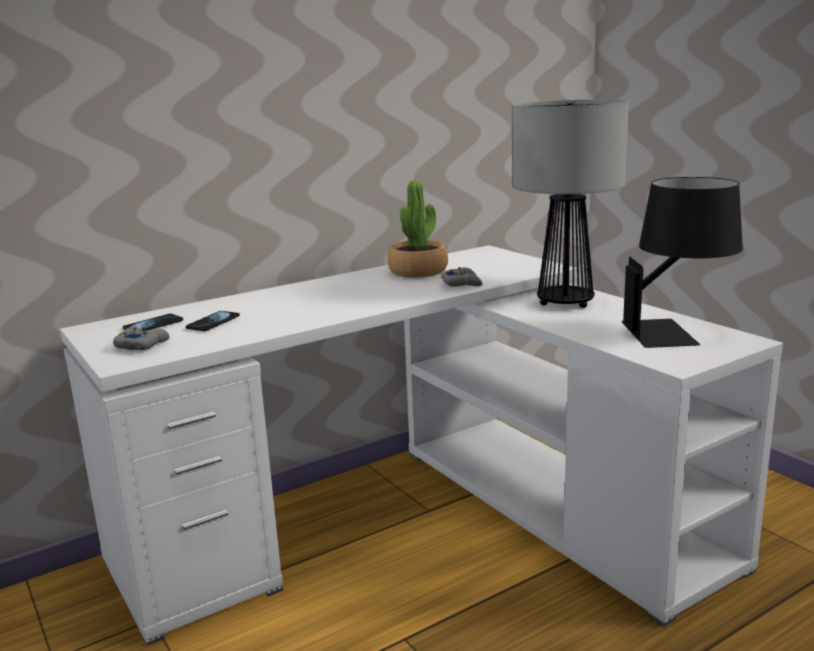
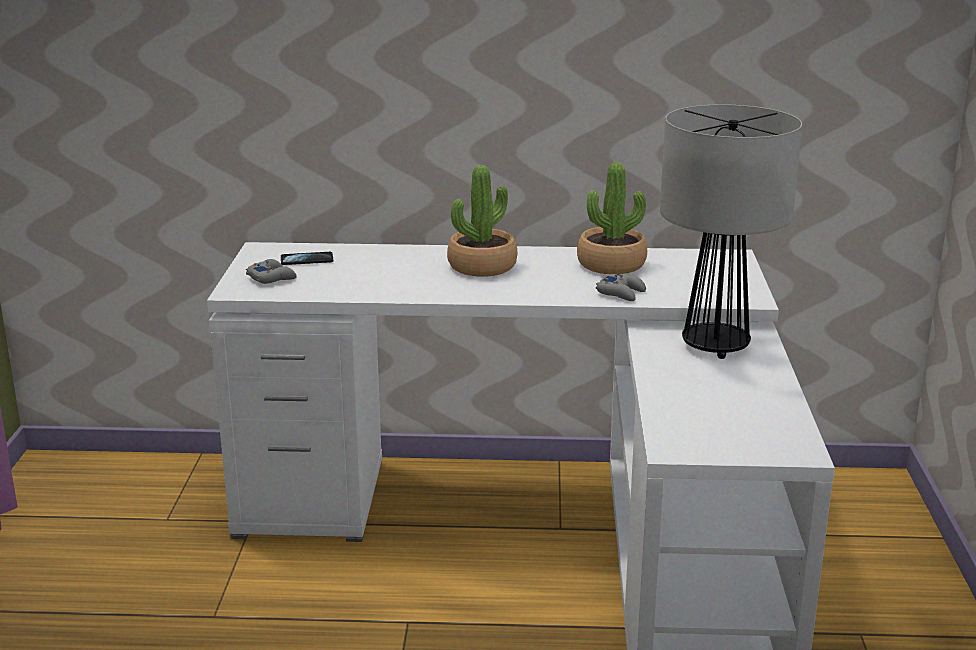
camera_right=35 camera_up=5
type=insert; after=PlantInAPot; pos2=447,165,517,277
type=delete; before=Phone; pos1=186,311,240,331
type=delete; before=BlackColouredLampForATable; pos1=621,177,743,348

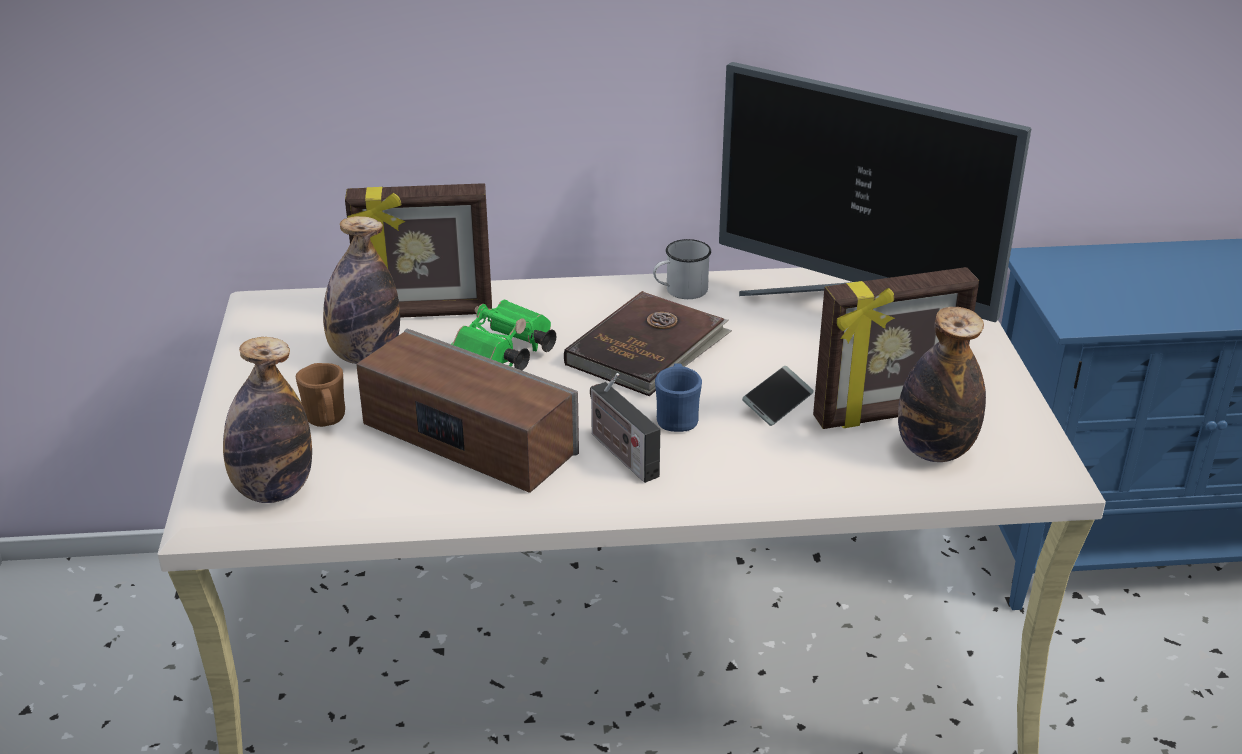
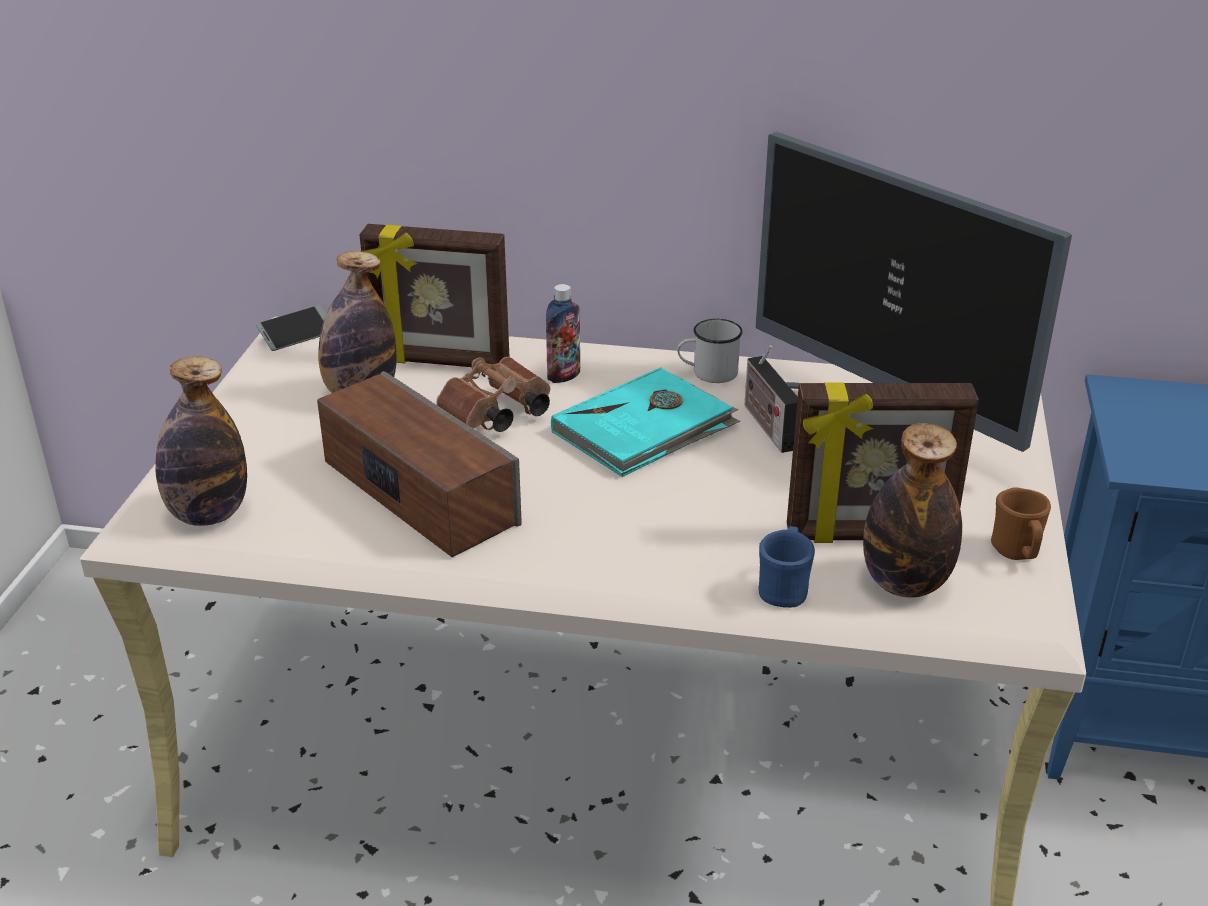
camera_right=15 camera_up=0
type=move; before=Phone; pos1=742,366,814,426; pos2=256,305,326,351
type=recolor; before=GreenColouredFieldGlasses; after=BrownFieldGlasses; pos1=451,300,557,370; pos2=436,357,550,432
type=insert; after=DrinkBottle; pos2=546,284,580,383
type=recolor; before=BrownBoundBook; after=BlueGreenBoundBook; pos1=564,291,732,396; pos2=551,367,740,477
type=move; before=Radio; pos1=590,373,660,483; pos2=744,345,798,453
type=move; before=BlueColouredTeaMug; pos1=655,363,702,432; pos2=758,526,815,608
type=move; before=BrownTeaMug; pos1=296,363,345,427; pos2=991,487,1051,560

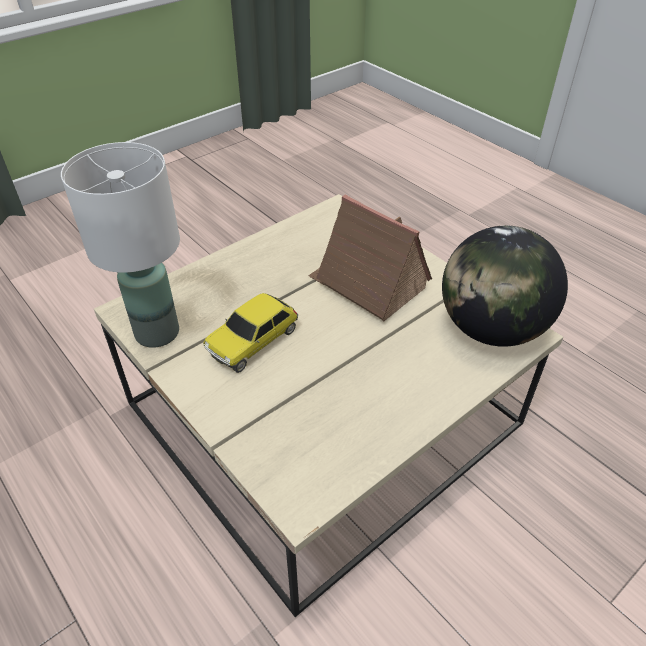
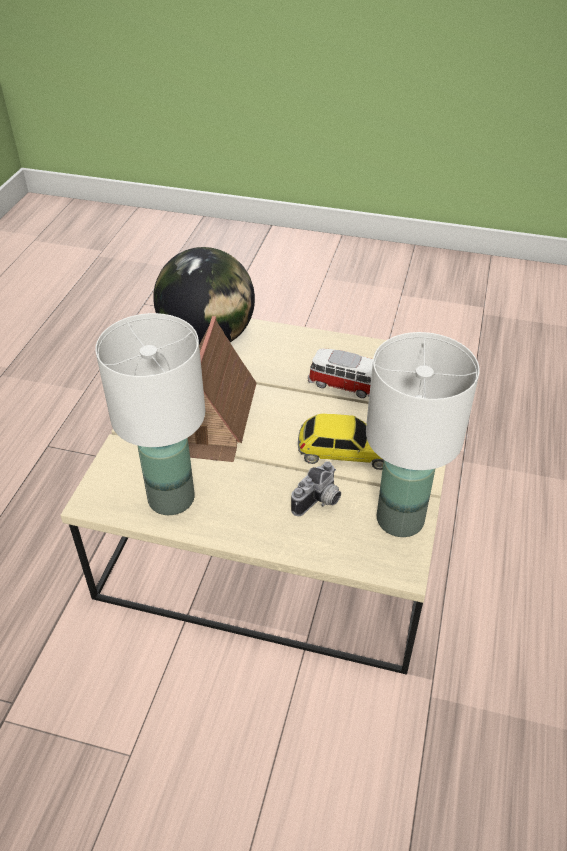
camera_right=-125 camera_up=0
type=insert; after=WhiteColouredLampForATable; pos2=95,313,205,515
type=insert; after=StillCamera; pos2=291,461,341,516
type=insert; after=ToyCar; pos2=308,348,373,398

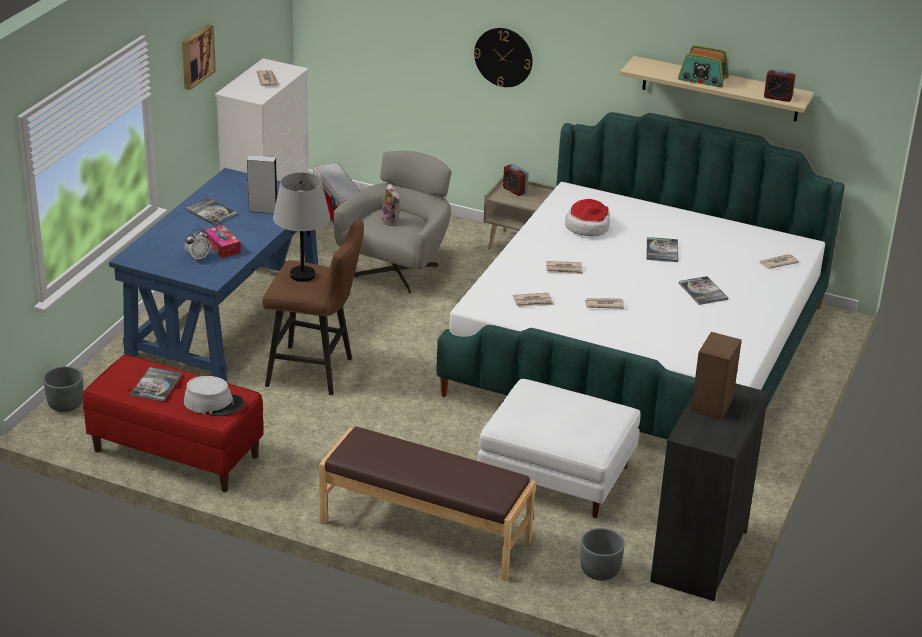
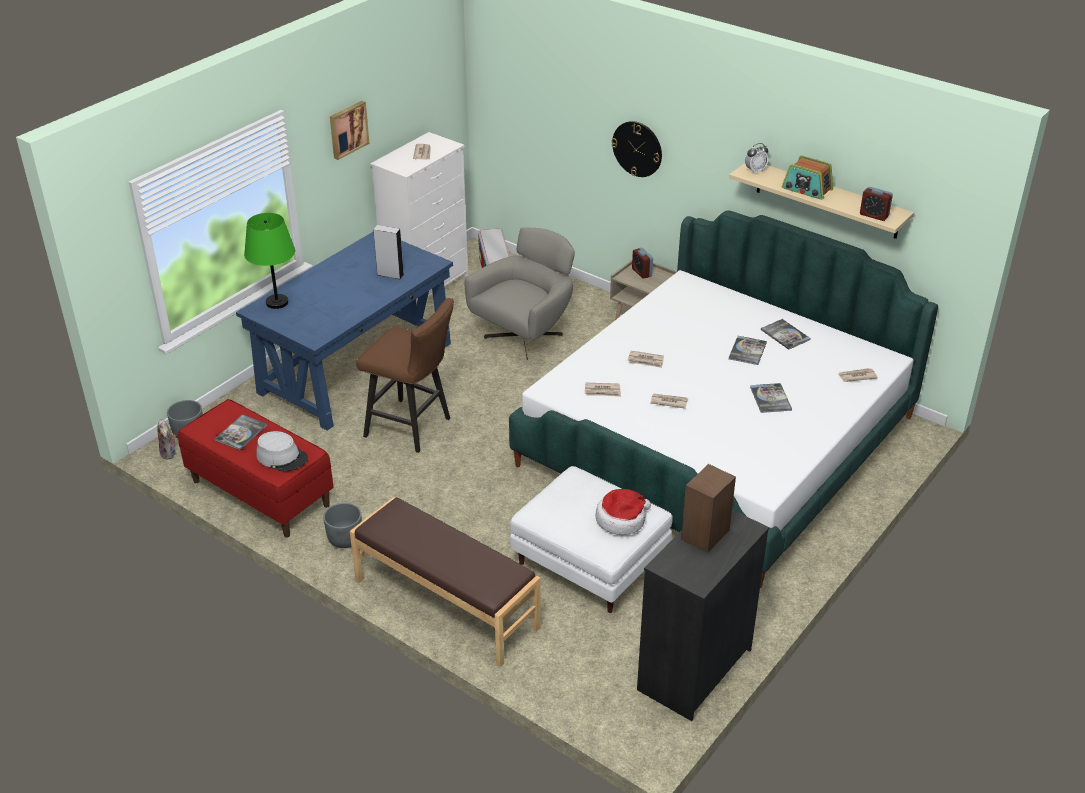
camera_right=15 camera_up=5
type=move; before=SoftToy; pos1=381,184,400,226; pos2=157,419,176,460
type=insert; after=GreenColouredLampForATable; pos2=244,213,295,309
type=move; before=GrayFlowerPot; pos1=580,528,625,581; pos2=323,503,362,548
type=move; before=WearableHat; pos1=565,199,610,237; pos2=595,489,651,535
type=move; before=BedsideClock; pos1=184,228,210,262; pos2=745,143,768,174
type=move; before=BoundBook; pos1=185,197,238,225; pos2=761,319,811,350
type=delete; before=TissueBox; pos1=204,225,241,258
type=delete; before=GrayLampForATable; pos1=273,172,330,282

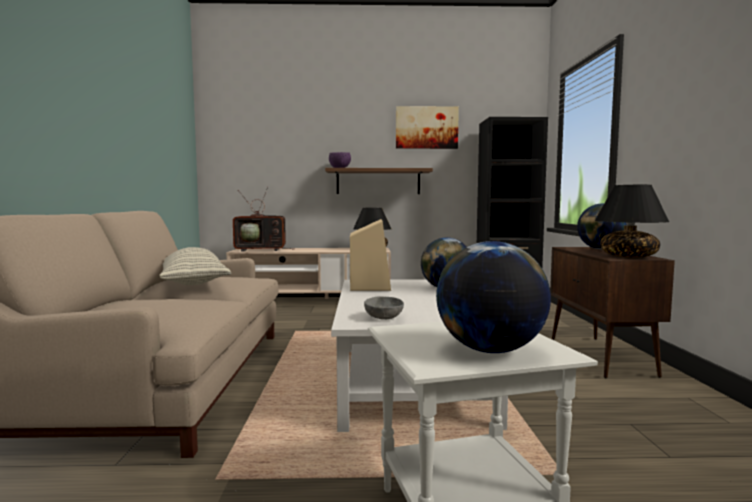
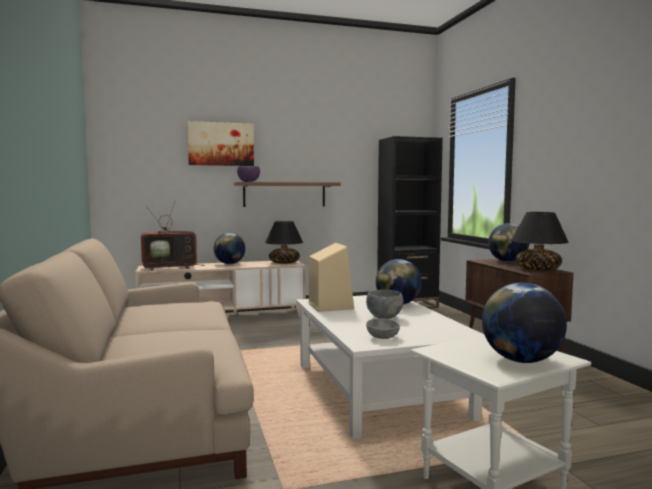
camera_right=-15 camera_up=0
type=move; before=Picture; pos1=396,106,459,149; pos2=187,121,254,166
type=insert; after=DeskGlobe; pos2=214,233,246,264
type=insert; after=GrayDeepDish; pos2=366,290,403,319
type=delete; before=ThrowPillow; pos1=159,247,232,285

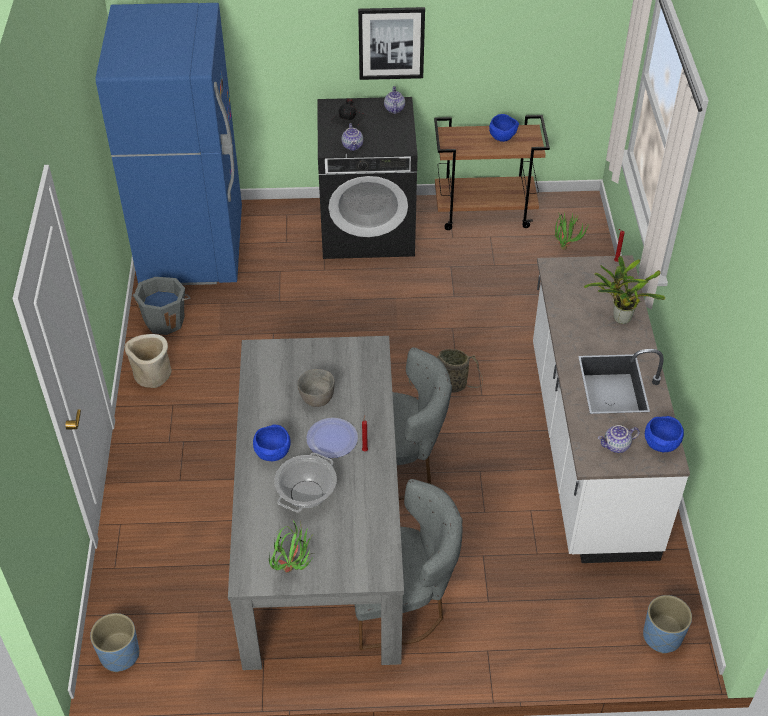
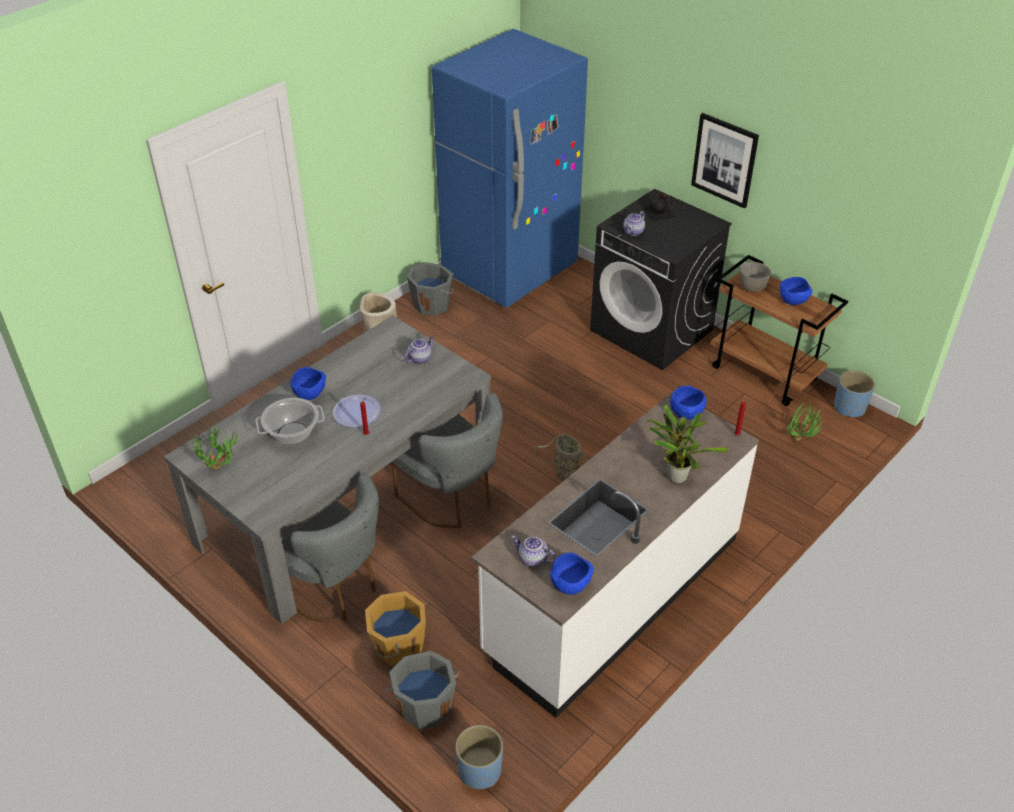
camera_right=45 camera_up=-5
type=insert; after=OrangeColouredPail; pos2=365,591,426,666
type=insert; after=GrayPail; pos2=385,651,460,730
type=move; before=TeaPot; pos1=384,86,405,114; pos2=404,336,434,364
type=insert; after=BlueColouredDeepDish; pos2=670,386,706,420
type=move; before=GrayDeepDish; pos1=297,369,335,407; pos2=739,262,771,292
type=move; before=BlueColouredFlowerPot; pos1=90,613,139,672; pos2=834,371,875,417

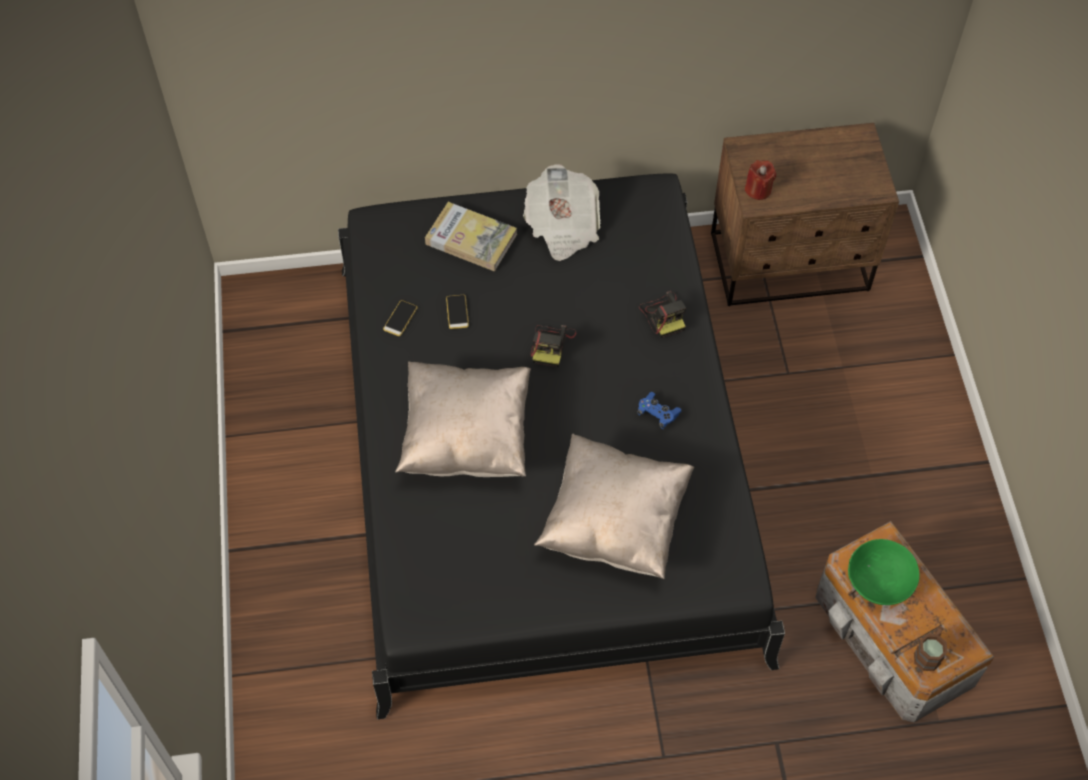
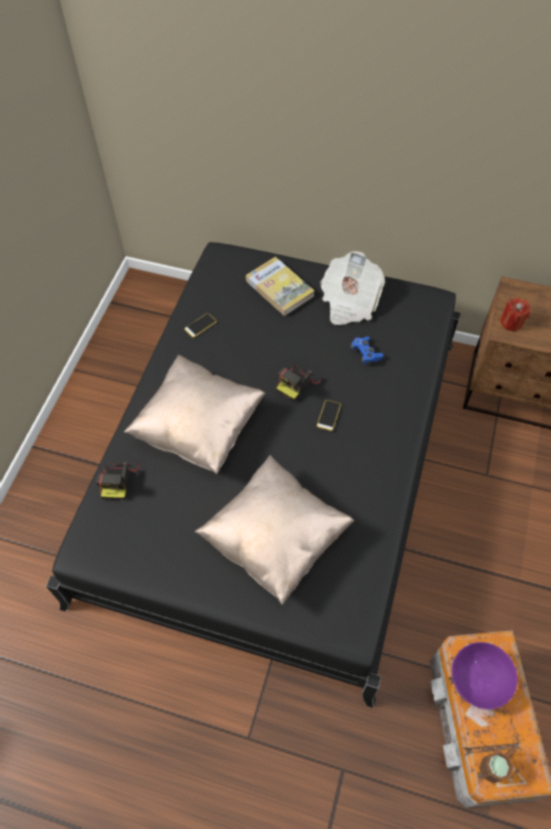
camera_right=25 camera_up=0
type=move; before=StillCamera; pos1=639,291,686,338; pos2=96,462,139,500
type=move; before=Phone; pos1=446,295,469,329; pos2=317,400,341,431
type=move; before=BlueColouredGamepad; pos1=637,392,682,429; pos2=350,337,384,364
type=recolor; before=GreenColouredDeepDish; after=PurpleDeepDish; pos1=848,539,920,605; pos2=451,642,518,709

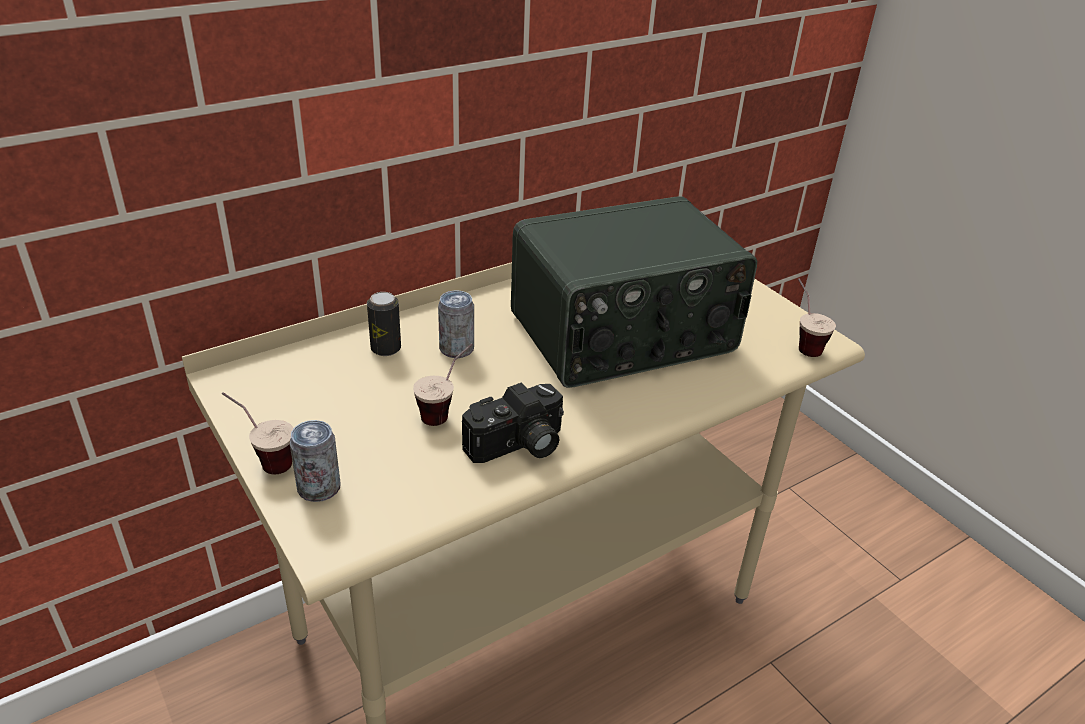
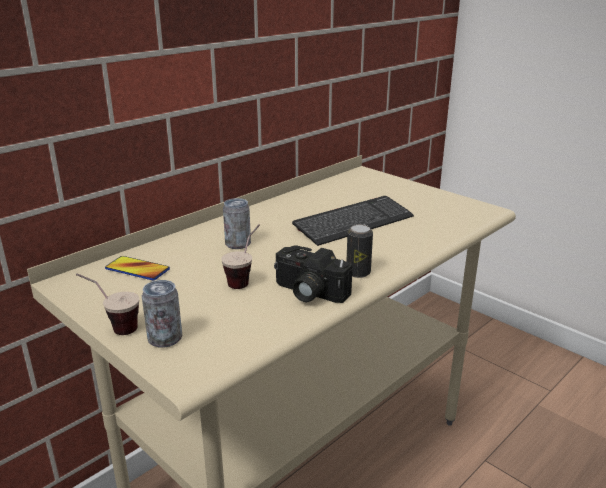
camera_right=-10 camera_up=-10
type=insert; after=Phone; pos2=105,256,170,281
type=rotate; before=StillCamera; pos1=462,382,564,463; pos2=274,245,353,303; turn=75
type=replace; before=Radio; after=Keyboard; pos1=511,196,757,388; pos2=292,196,414,246
type=move; before=Can; pos1=367,292,401,356; pos2=346,224,373,278
type=delete; before=Cup; pos1=798,278,836,357

